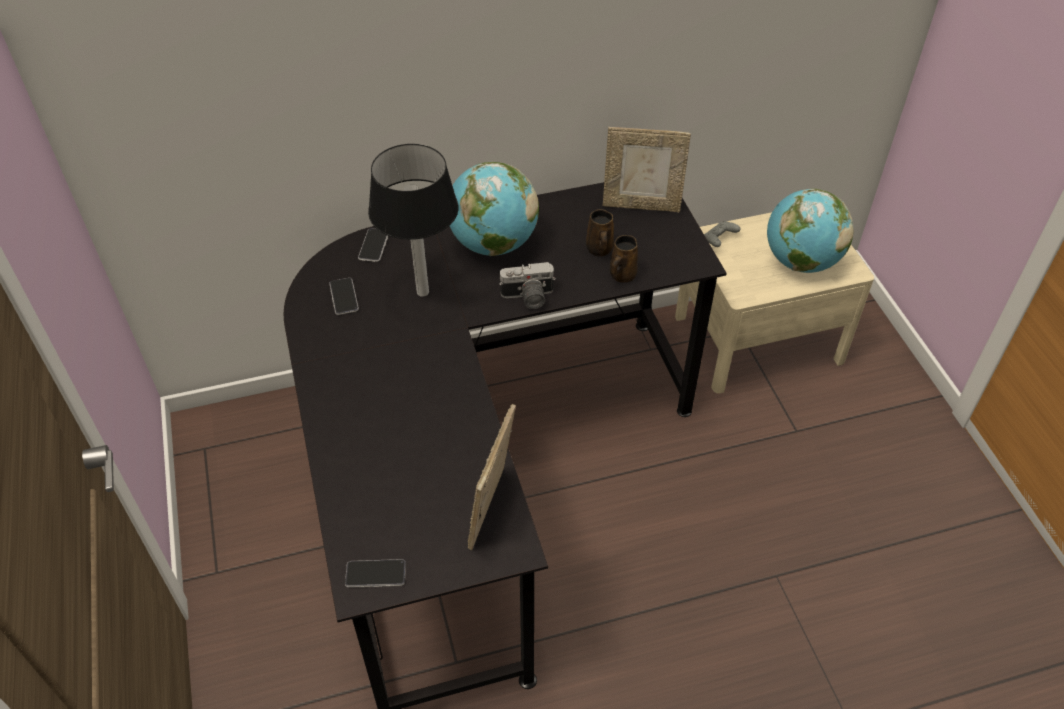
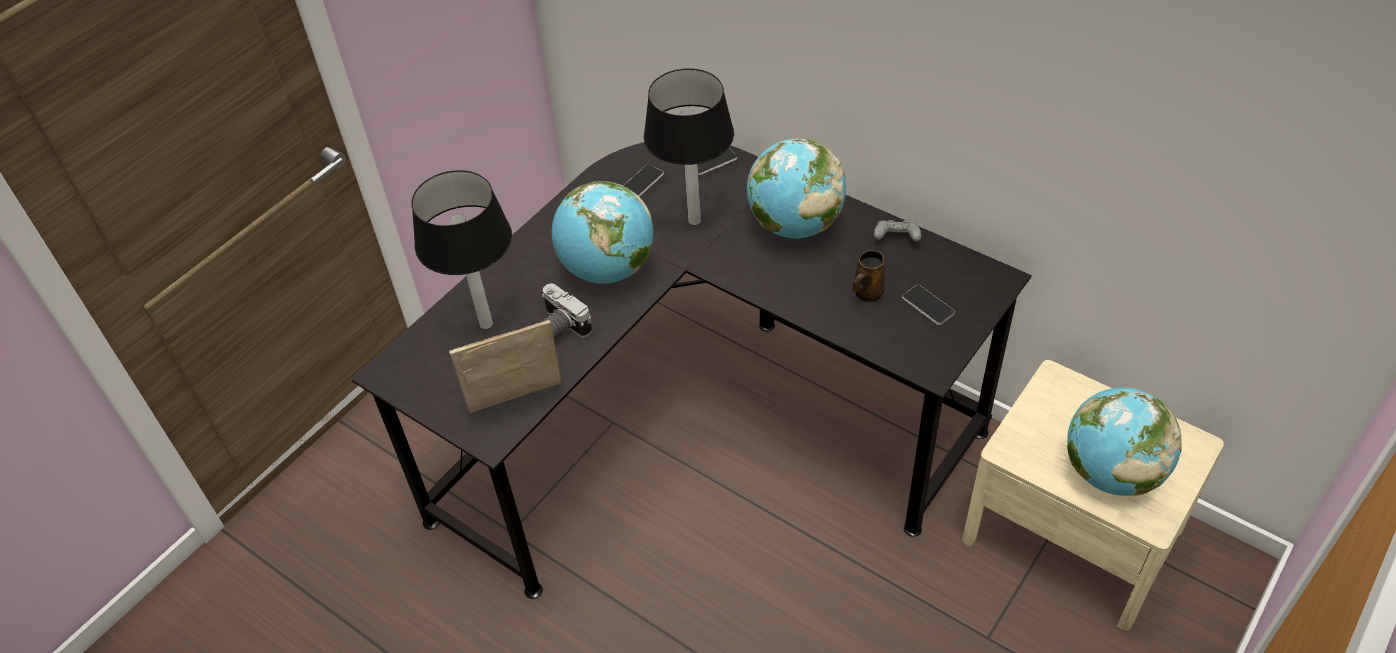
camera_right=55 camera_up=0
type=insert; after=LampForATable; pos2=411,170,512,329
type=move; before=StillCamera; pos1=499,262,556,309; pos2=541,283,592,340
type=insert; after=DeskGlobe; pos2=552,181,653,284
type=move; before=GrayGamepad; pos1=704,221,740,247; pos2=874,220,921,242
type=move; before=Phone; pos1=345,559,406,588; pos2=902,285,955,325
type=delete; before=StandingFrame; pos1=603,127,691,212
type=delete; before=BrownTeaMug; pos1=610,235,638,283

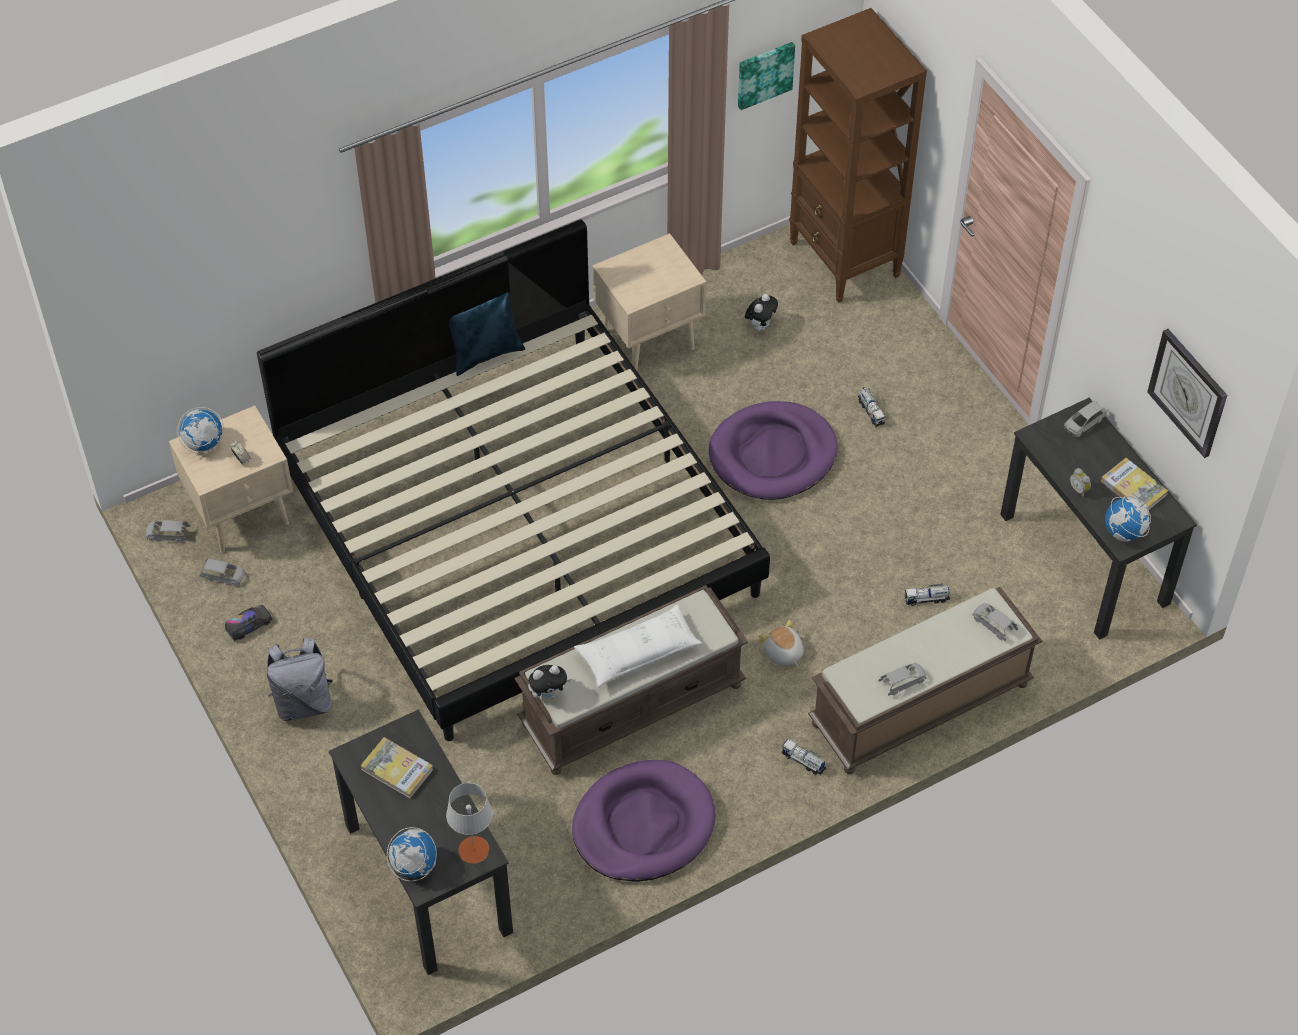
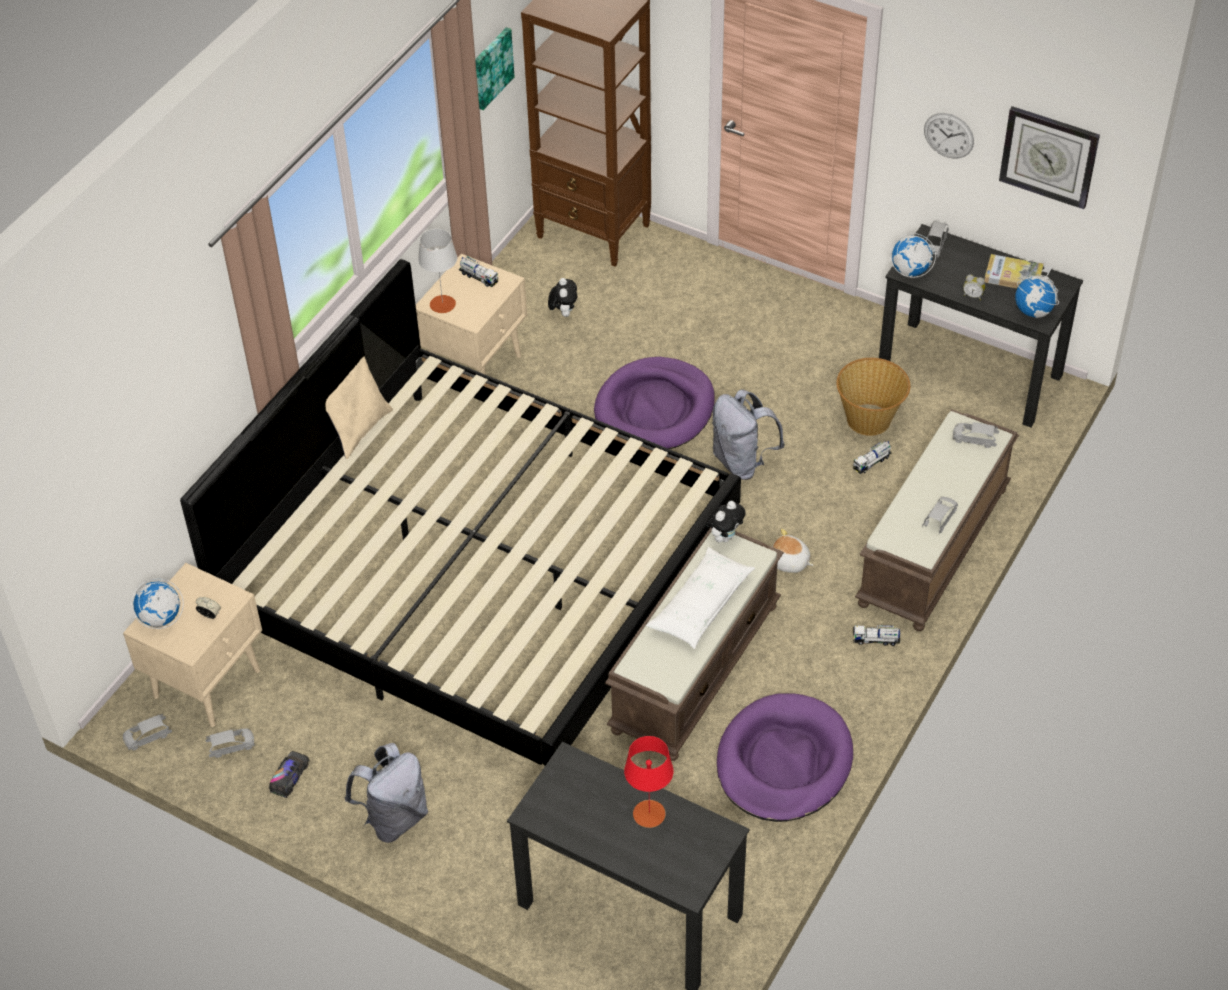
camera_right=-30 camera_up=-5
type=recolor; before=BlueColouredThrowPillow; after=BeigeThrowPillow; pos1=449,292,526,376; pos2=325,357,393,459
type=move; before=GrayLampForATable; pos1=446,783,493,864; pos2=418,229,457,313
type=move; before=ToyLorry; pos1=858,387,886,427; pos2=459,255,498,287
type=insert; after=RedColouredLampForATable; pos2=624,736,673,828
type=move; before=SoftToy; pos1=528,665,571,700; pos2=706,501,746,542
type=insert; after=GrayRucksack; pos2=712,390,785,480
type=insert; after=HouseholdBasket; pos2=836,358,910,436
type=move; before=DeskGlobe; pos1=387,827,437,881; pos2=890,233,936,278
type=insert; after=WallClock; pos2=924,113,974,158
type=delete; before=BoundBook; pos1=360,737,433,798

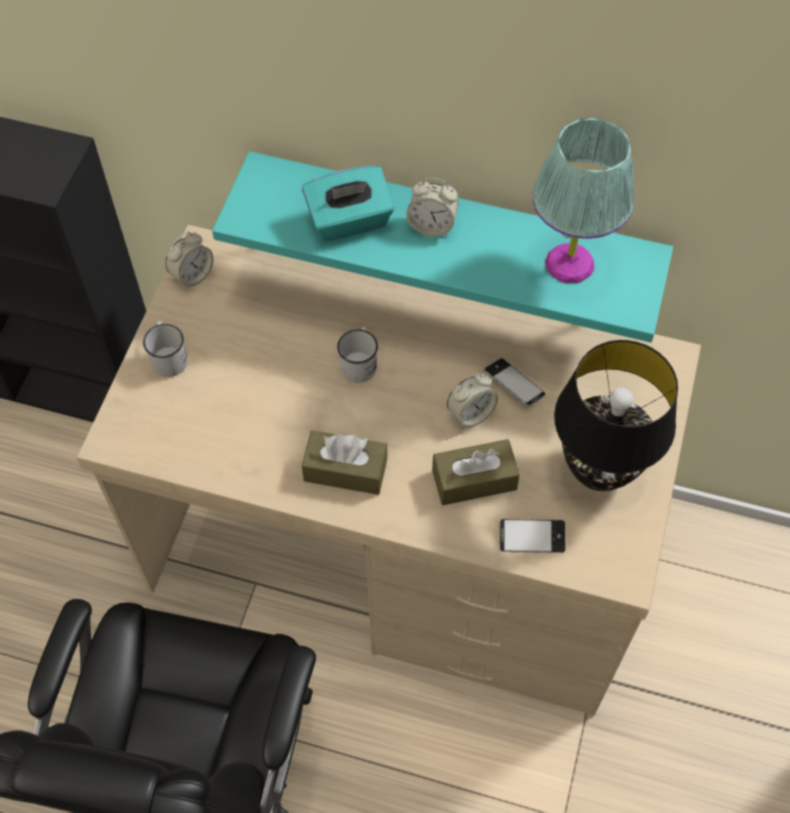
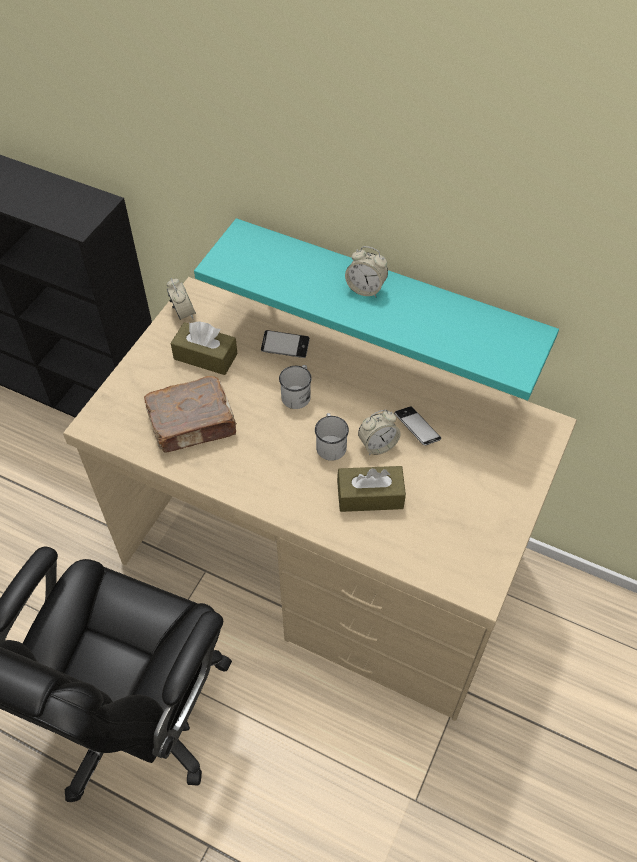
camera_right=10 camera_up=-5
type=insert; after=BrownBoundBook; pos2=144,376,237,453
type=rotate; before=BedsideClock; pos1=165,232,214,289; pos2=167,278,196,320; turn=-75
type=move; before=BrownTissueBox; pos1=302,430,388,495; pos2=171,321,237,375
type=move; before=Phone; pos1=500,519,565,553; pos2=261,330,310,358
type=move; before=WhiteColouredTeaMug; pos1=143,321,188,377; pos2=315,413,349,461
type=delete; before=BlueGreenTissueBox; pos1=302,166,394,241
type=delete; before=BlueGreenLampForATable; pos1=533,118,634,283
type=delete; before=BlackColouredLampForATable; pos1=554,340,678,491

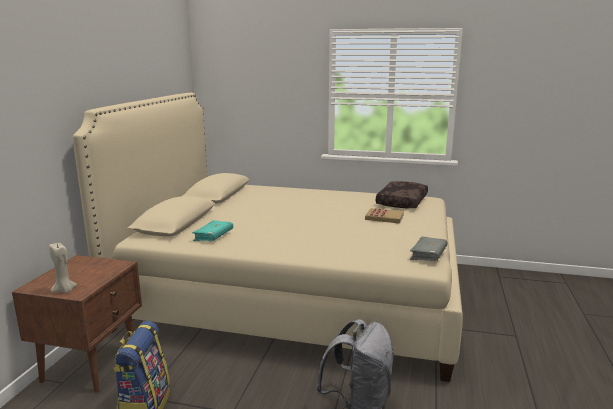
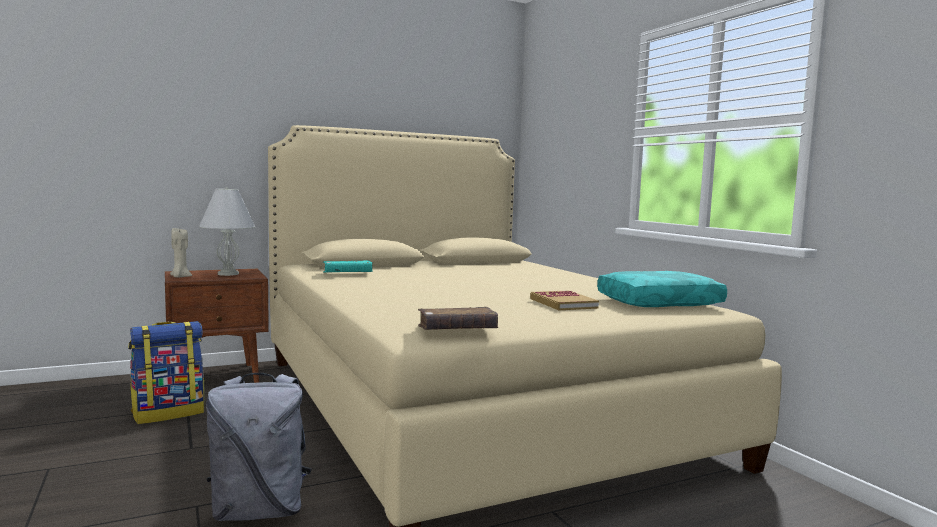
camera_right=50 camera_up=-10
type=insert; after=WhiteColouredLampForATable; pos2=199,187,255,276
type=recolor; before=GrayBoundBook; after=BrownBoundBook; pos1=410,236,448,261; pos2=418,307,498,330
type=recolor; before=BrownThrowPillow; after=BlueGreenThrowPillow; pos1=376,181,428,209; pos2=597,271,727,307

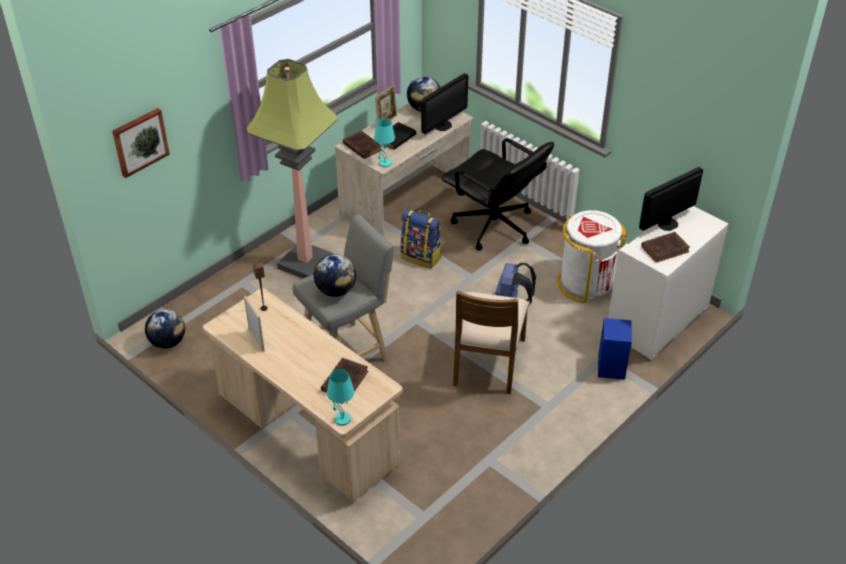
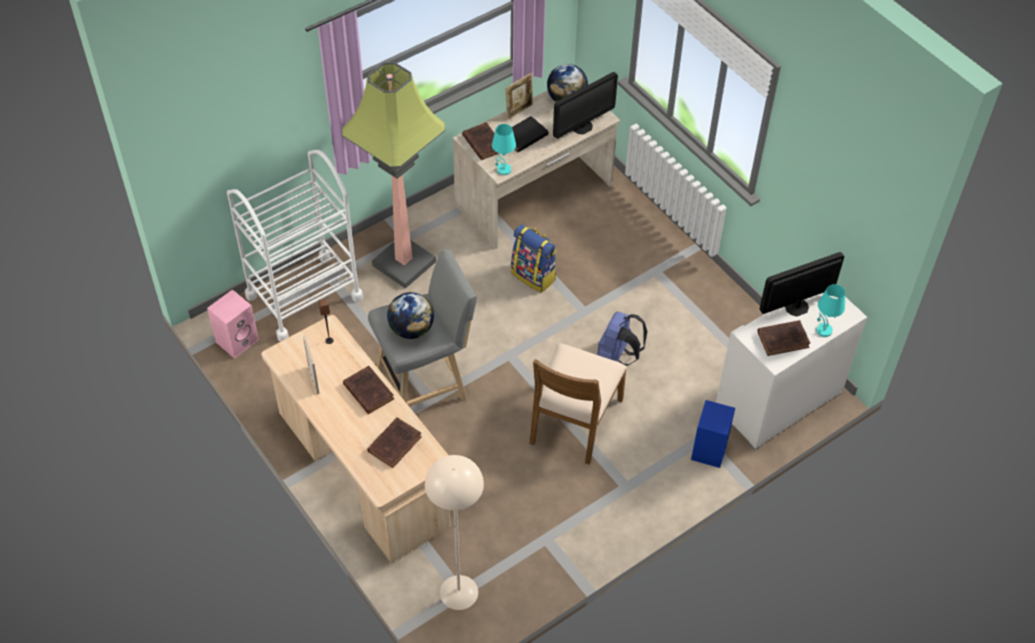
camera_right=10 camera_up=10
type=replace; before=DeskGlobe; after=PinkColouredAudioSpeaker; pos1=145,309,185,349; pos2=207,289,259,359
type=insert; after=WhiteColouredTrolley; pos2=227,150,364,342
type=insert; after=BrownBoundBook; pos2=343,366,394,414
type=insert; after=BeigeFloorLamp; pos2=425,455,484,610
type=move; before=BlueGreenLampForATable; pos1=327,369,354,426; pos2=816,284,845,337
type=delete; before=Picture; pos1=112,108,170,178
type=delete; before=BlackColouredOfficeChair; pos1=441,138,554,250
type=delete; before=WhiteColouredTrashCan; pos1=557,210,627,303

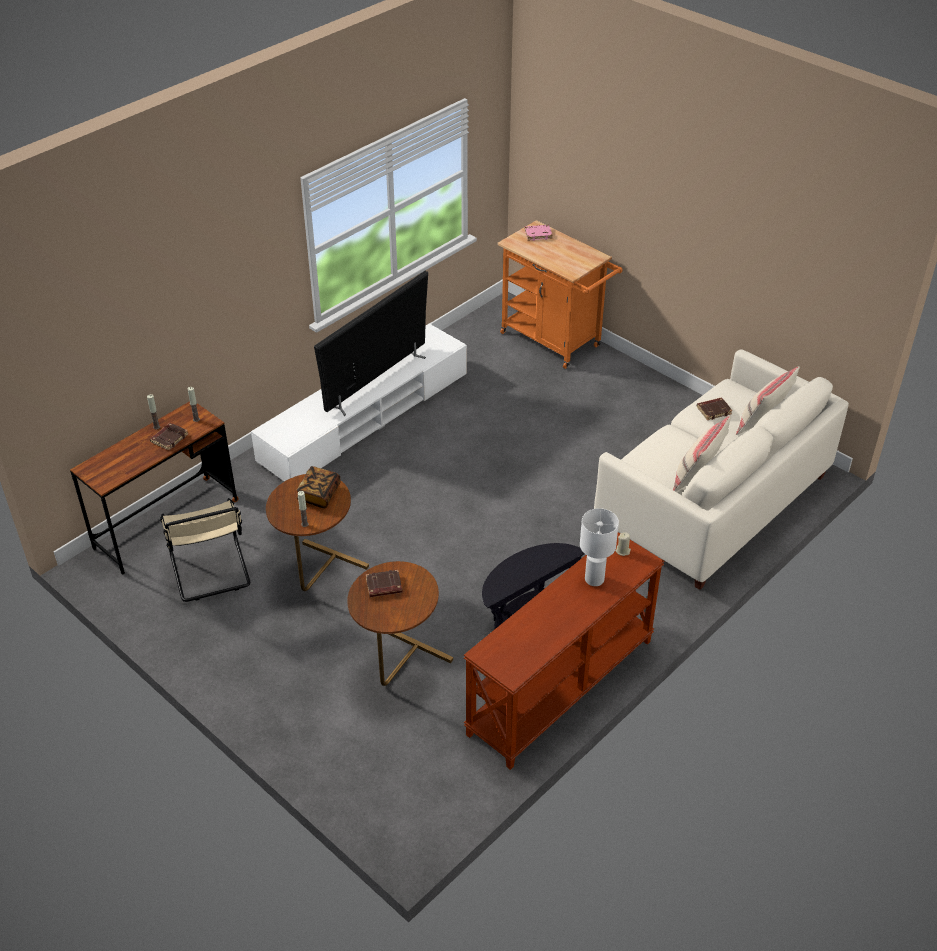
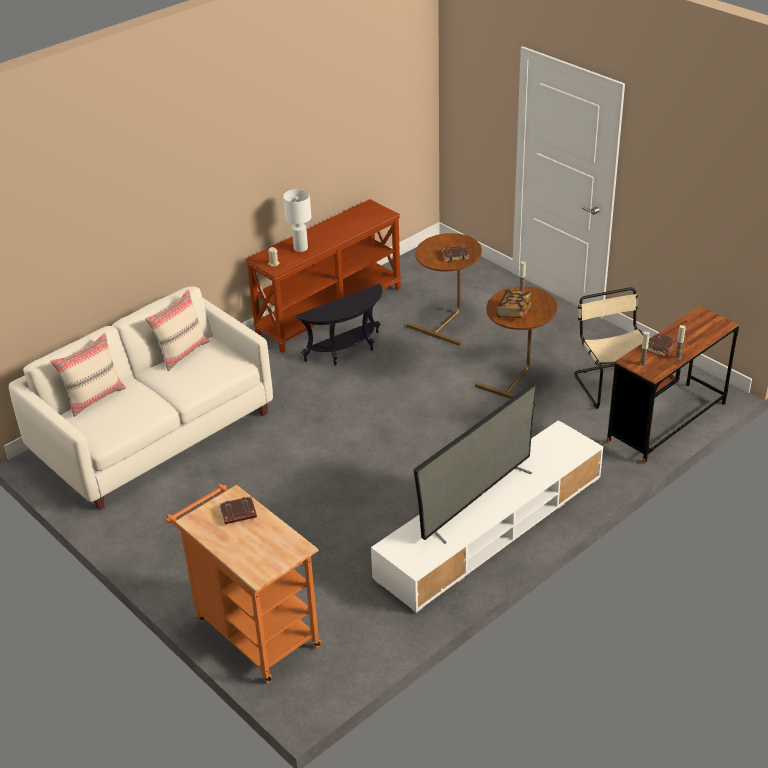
camera_right=-175 camera_up=-5
type=move; before=BrownBoundBook; pos1=697,398,733,420; pos2=219,496,257,524
type=delete; before=PinkColouredBoundBook; pos1=524,225,552,241

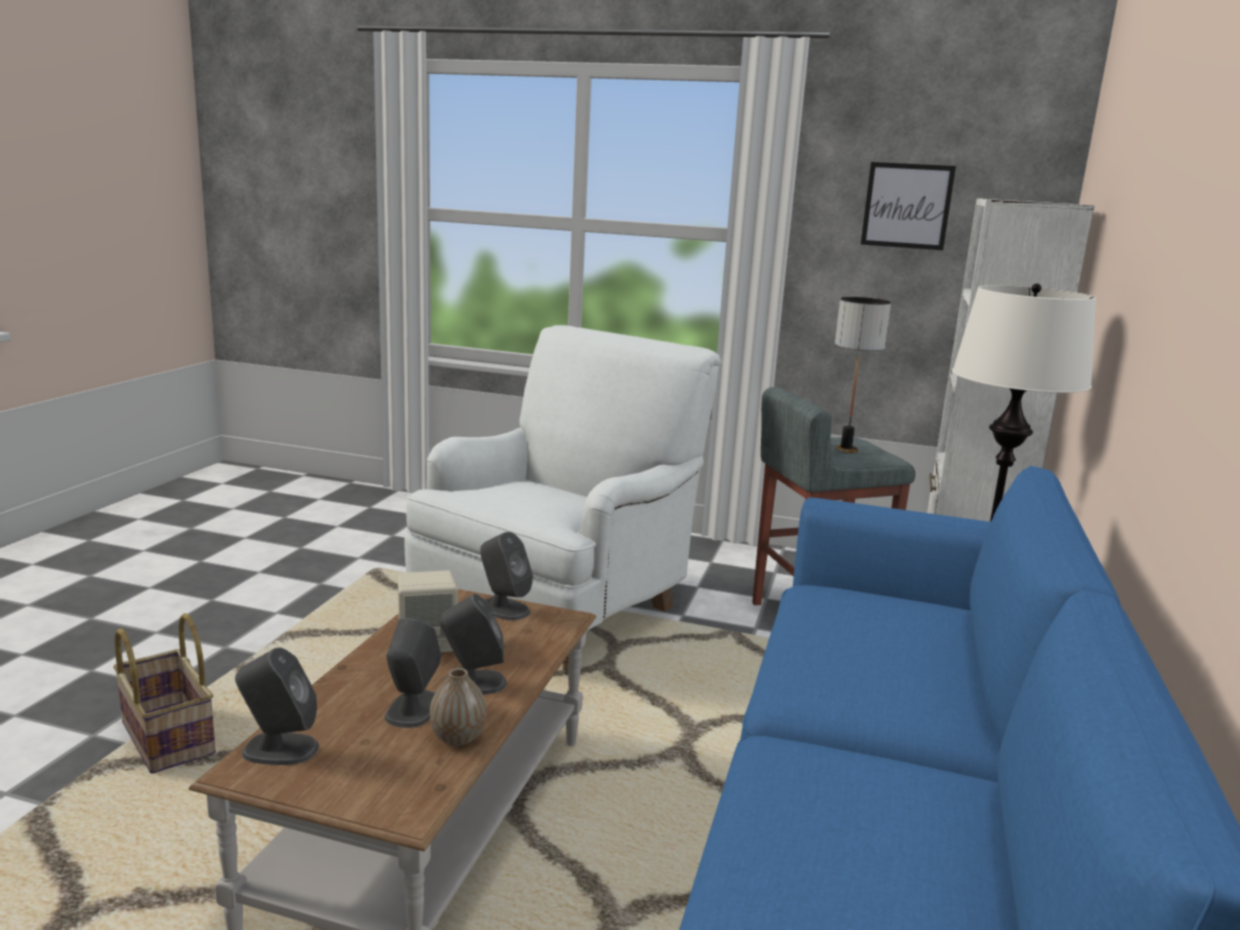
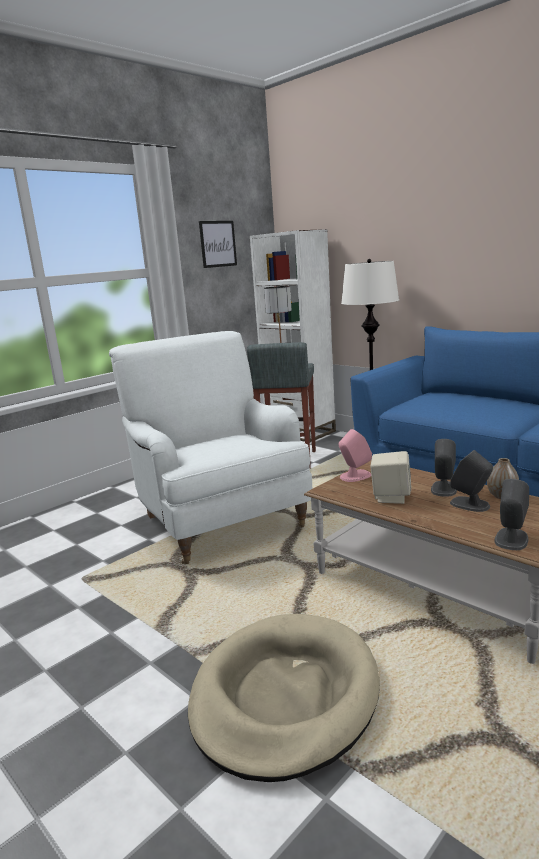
camera_right=-60 camera_up=0
type=replace; before=HouseholdBasket; after=BeigeDogCushion; pos1=113,613,216,773; pos2=188,614,380,782
type=recolor; before=GrayAudioSpeaker; after=PinkColouredAudioSpeaker; pos1=480,532,533,621; pos2=338,429,372,482

